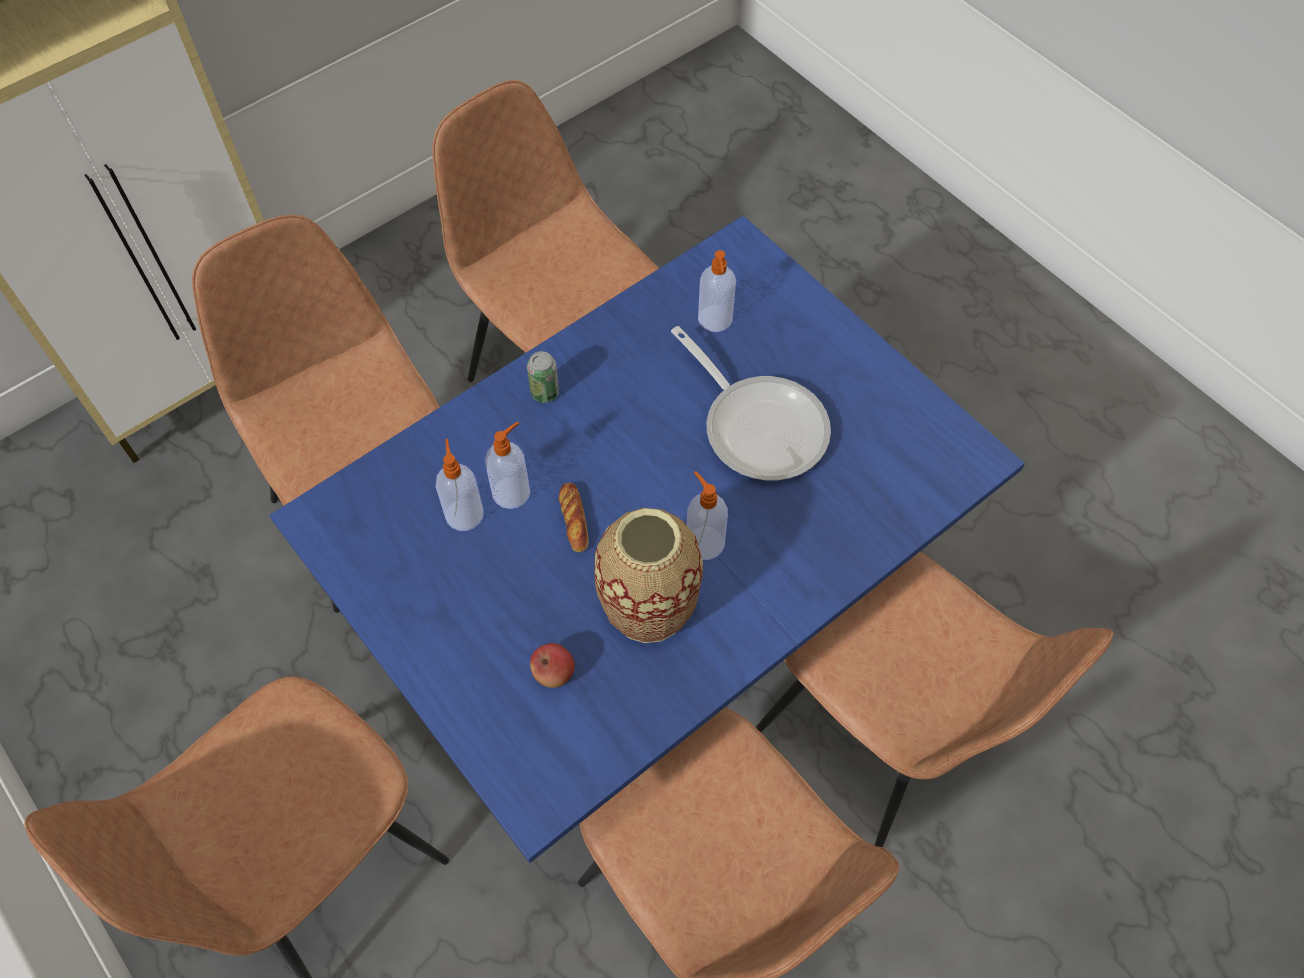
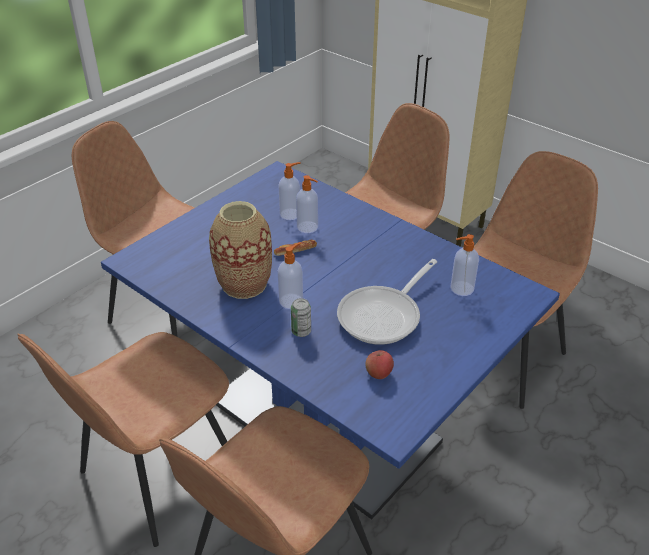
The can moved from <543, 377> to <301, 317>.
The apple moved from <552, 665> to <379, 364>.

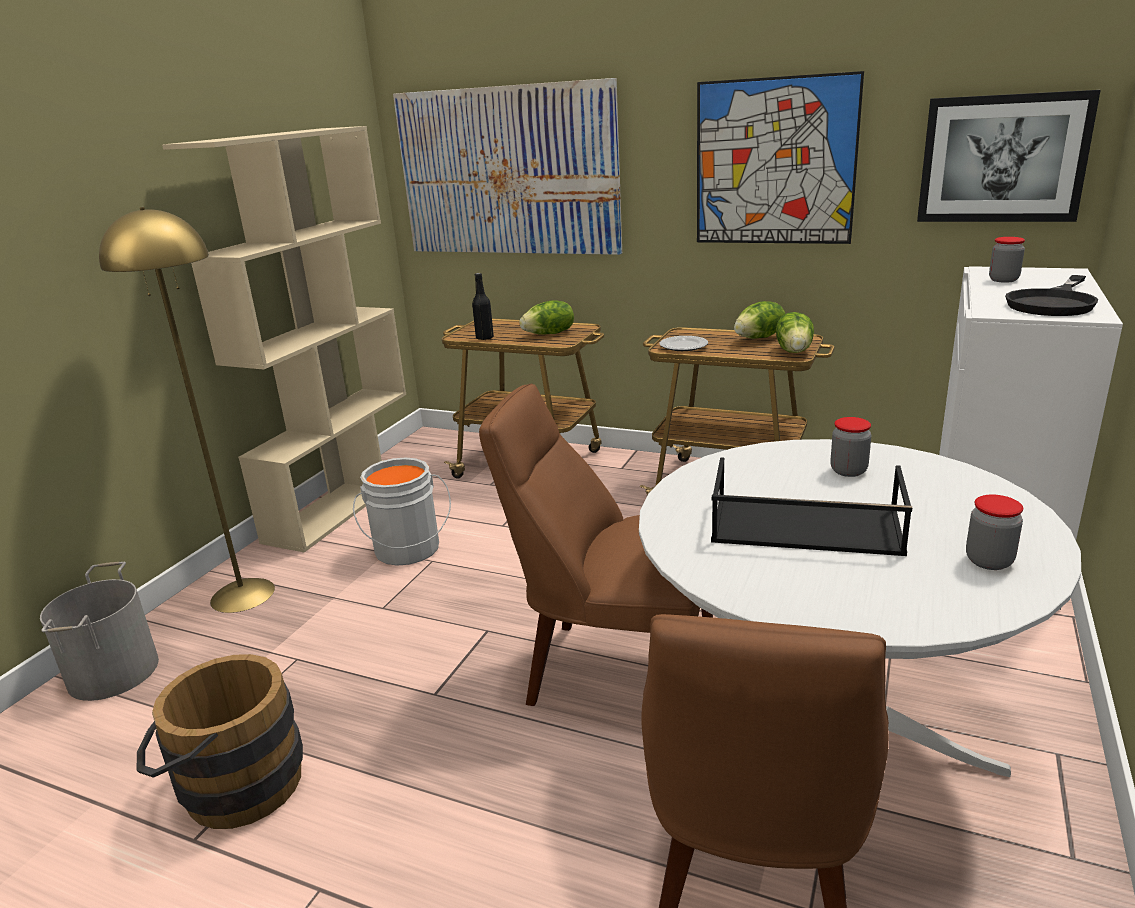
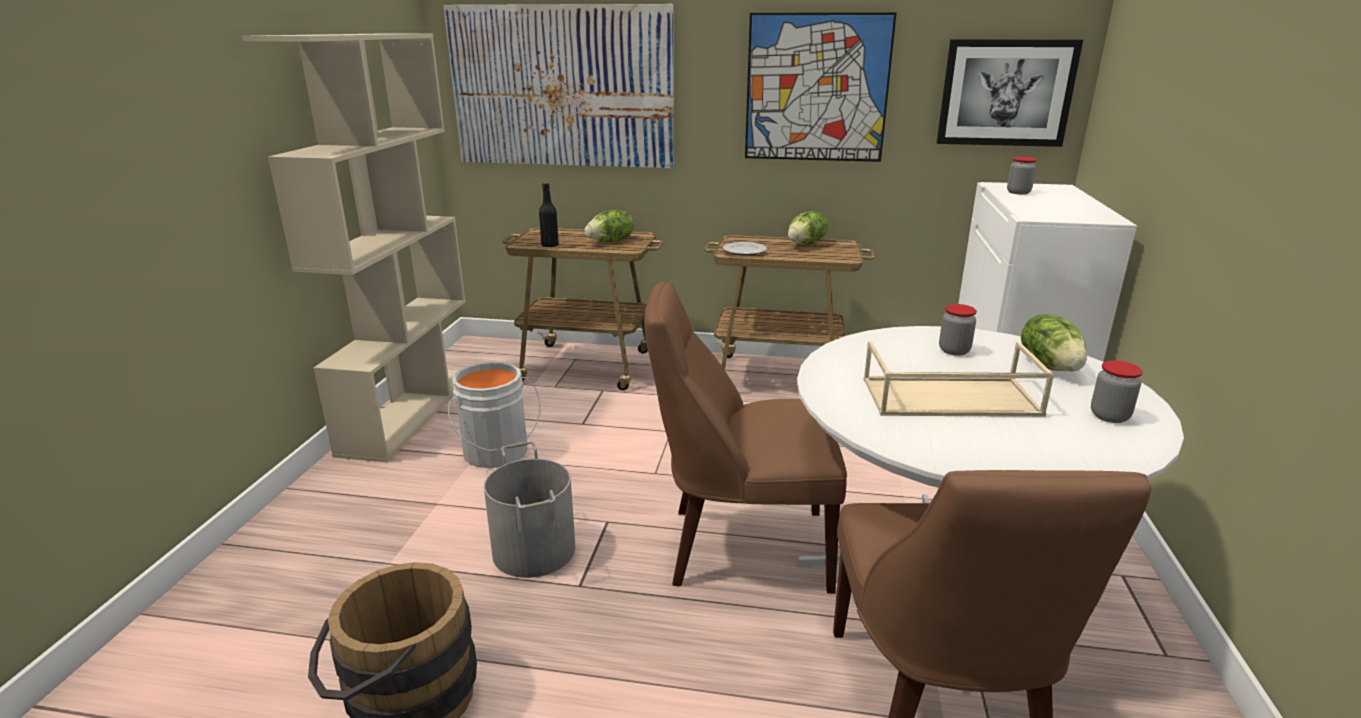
The floor lamp (yellow) at <187, 410> disappeared.
The frying pan (black) at <1051, 295> disappeared.
The lettuce moved from <795, 332> to <1054, 343>.
The tray (black) at <811, 507> became the tray (beige) at <959, 379>.
The bucket (grey) moved from <99, 631> to <529, 510>.

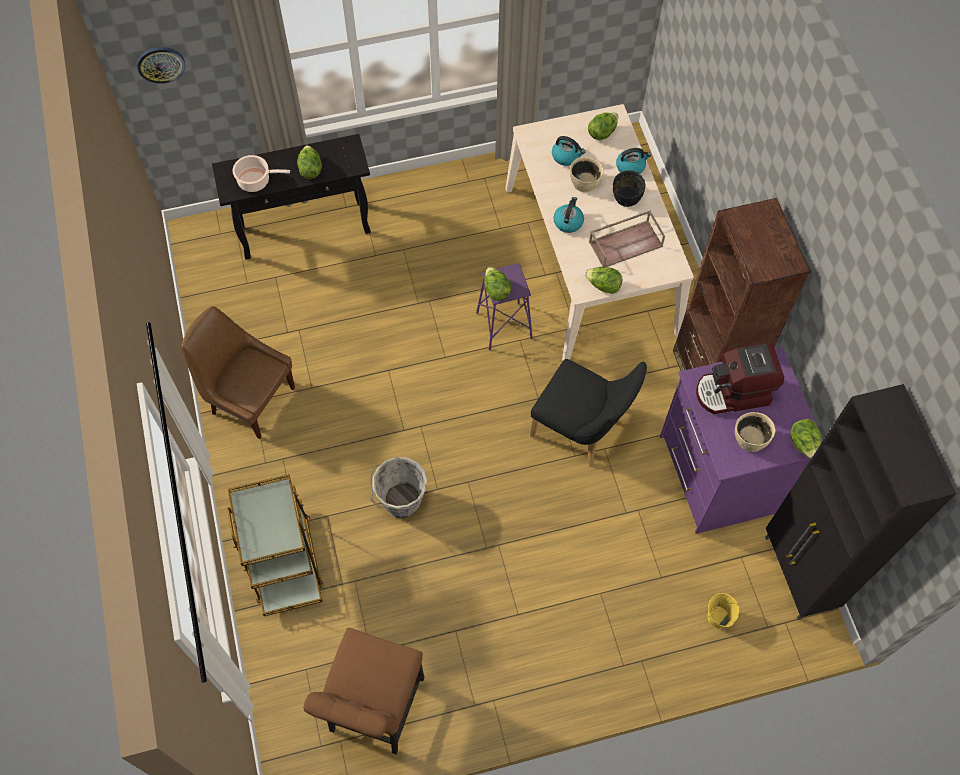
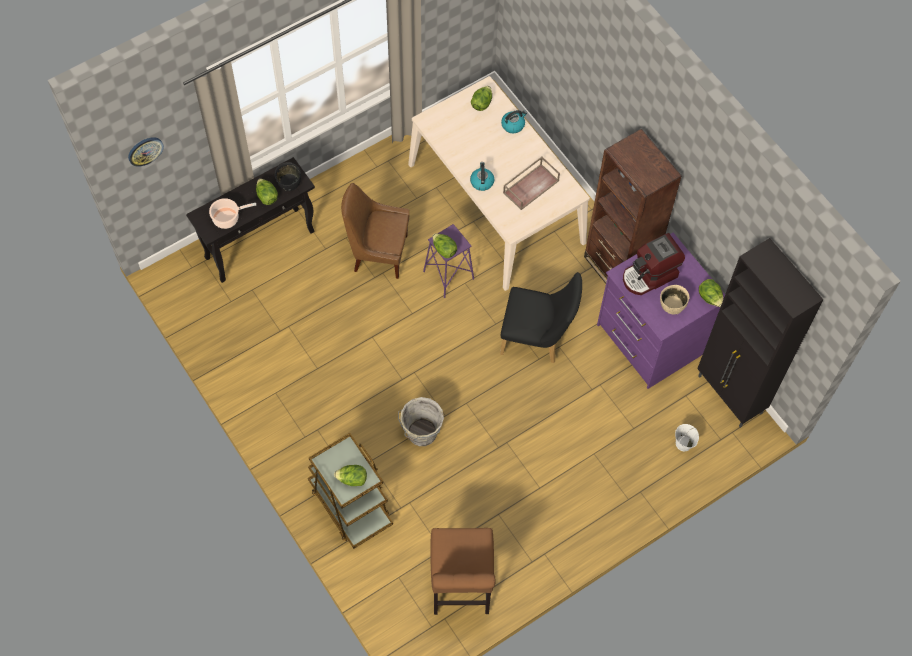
The kettle at <568, 151> disappeared.
The bowl (beige) at <587, 174> disappeared.
The bowl (black) moved from <629, 189> to <288, 176>.
The lettuce moved from <603, 280> to <350, 475>.
The chair (brown) moved from <238, 372> to <375, 231>.
The bucket (yellow) at <723, 610> became the bucket (white) at <687, 437>.

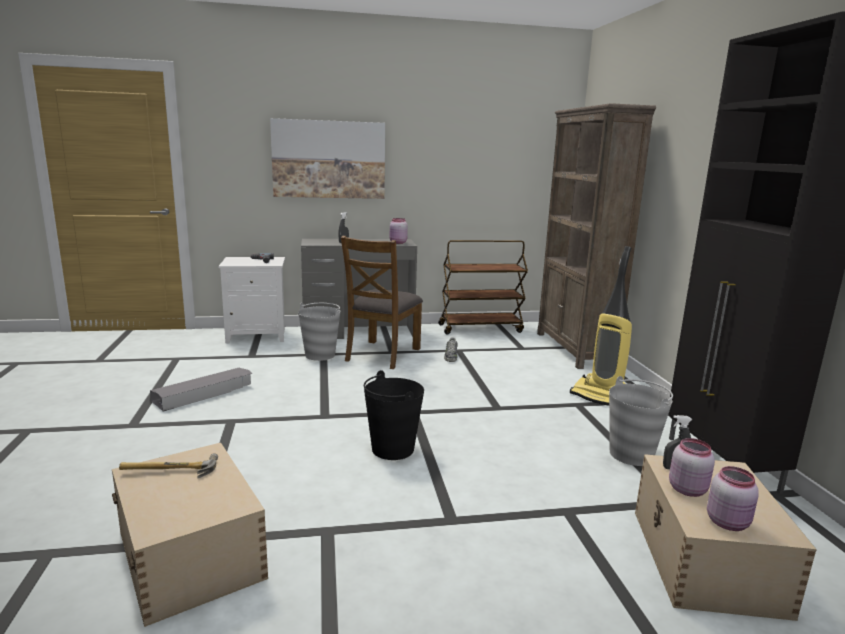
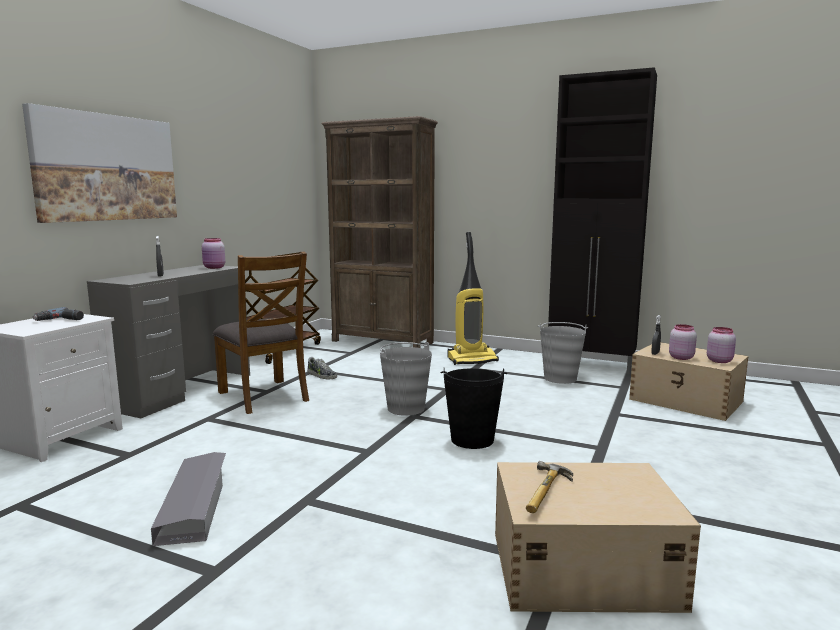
The bucket (grey) moved from <319, 332> to <406, 379>.

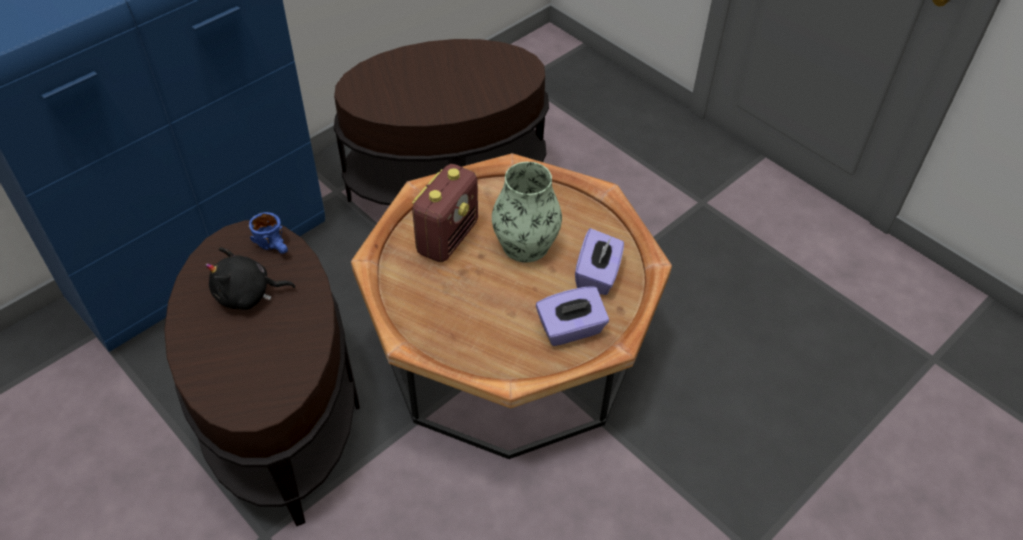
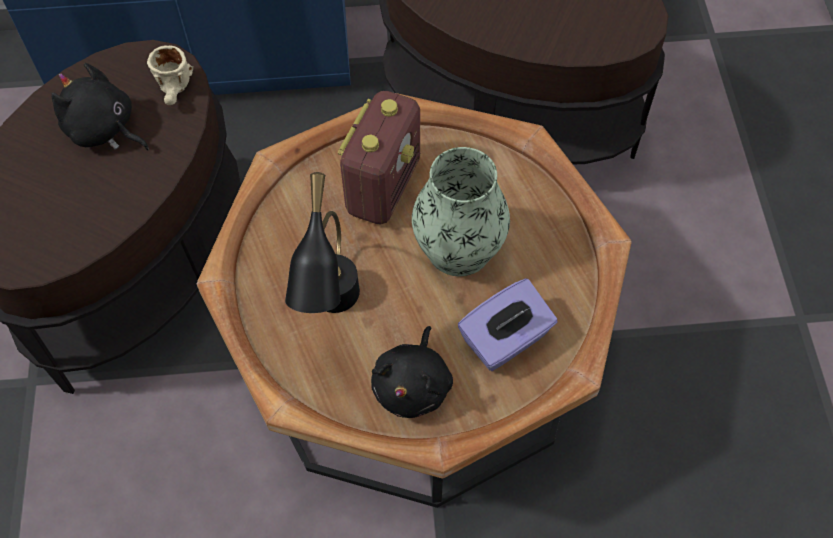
The radio at <445, 213> turned 45 degrees counterclockwise.
The mug (blue) at <268, 233> became the mug (beige) at <170, 75>.
The tissue box (purple) at <572, 316> was replaced by the plush toy (black) at <412, 372>.
The table lamp (black) at <322, 242> appeared.

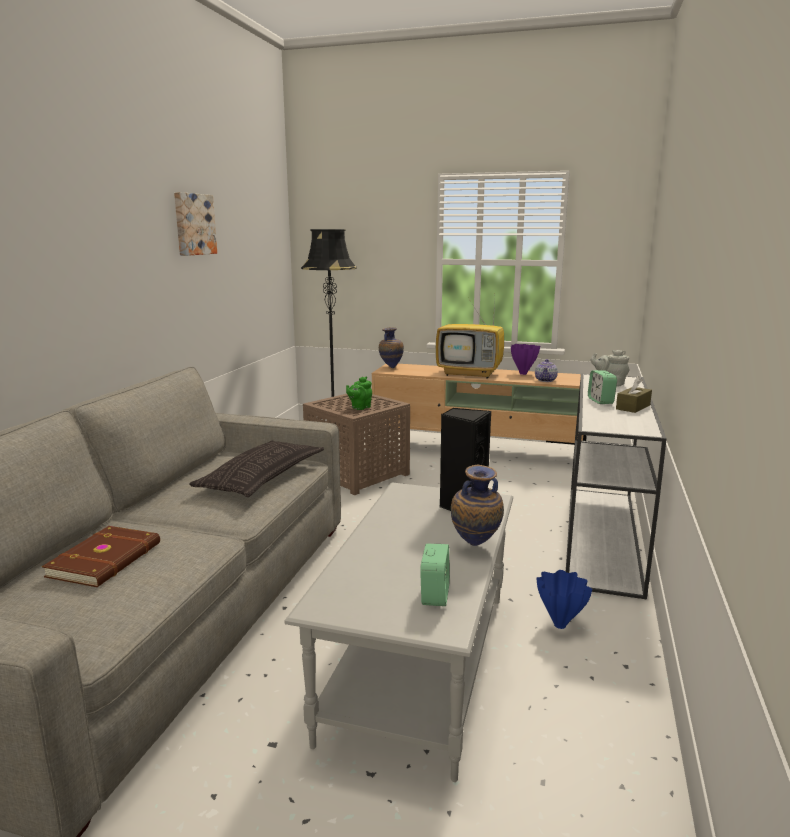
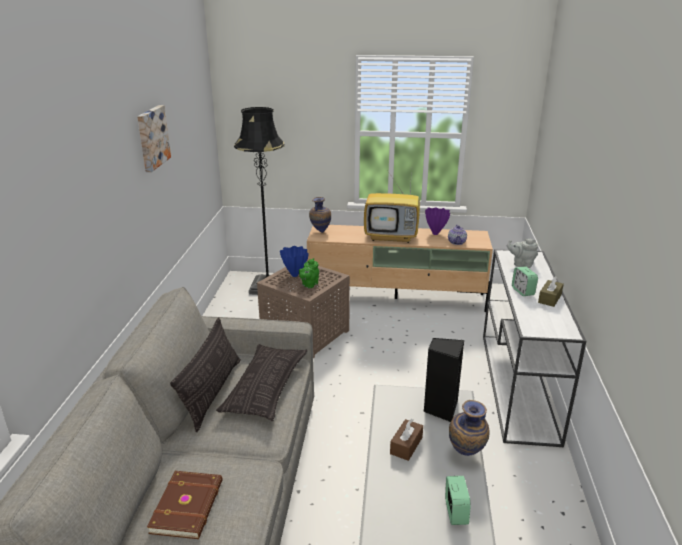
The vase (blue) moved from <564, 599> to <294, 261>.
The pillow at <205, 374> appeared.
The tissue box (brown) at <406, 440> appeared.

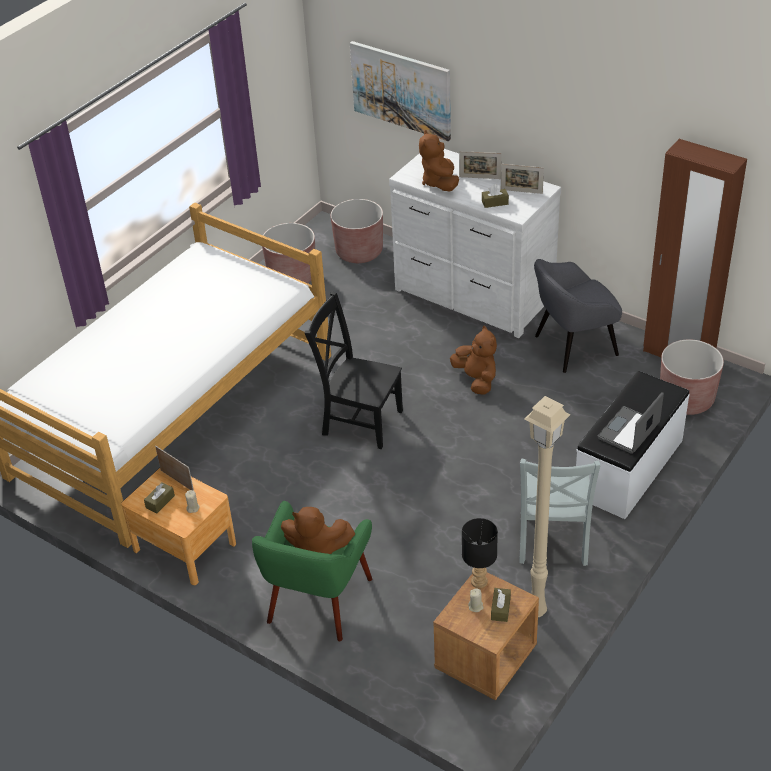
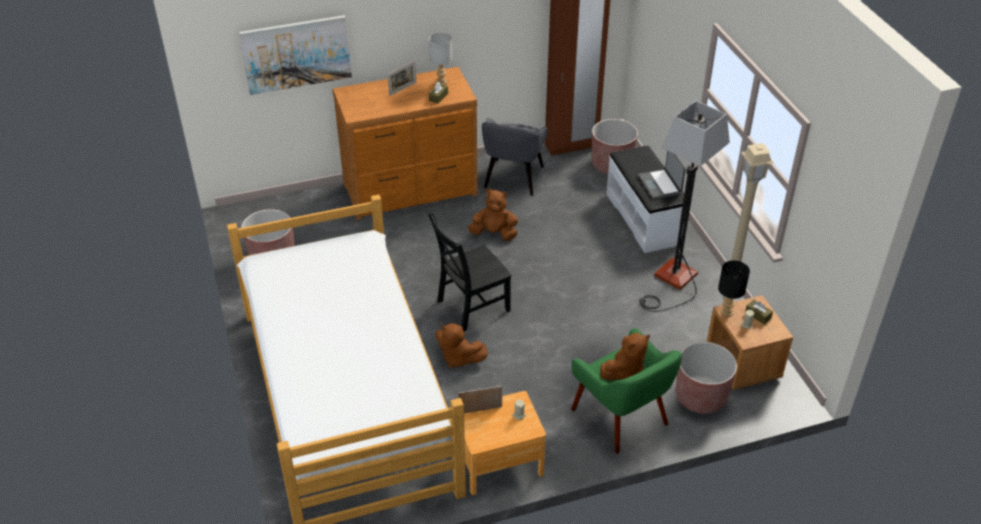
The plush toy (brown) moved from <439, 161> to <461, 345>.
The dresser (white) at <475, 243> became the dresser (brown) at <405, 143>.
The picture frame at <522, 179> was replaced by the table lamp (grey) at <440, 58>.
The planter (brown) moved from <356, 231> to <706, 378>.
The chair (grey) at <560, 512> was replaced by the floor lamp at <684, 206>.
The tissue box (brown) at <159, 497> disappeared.

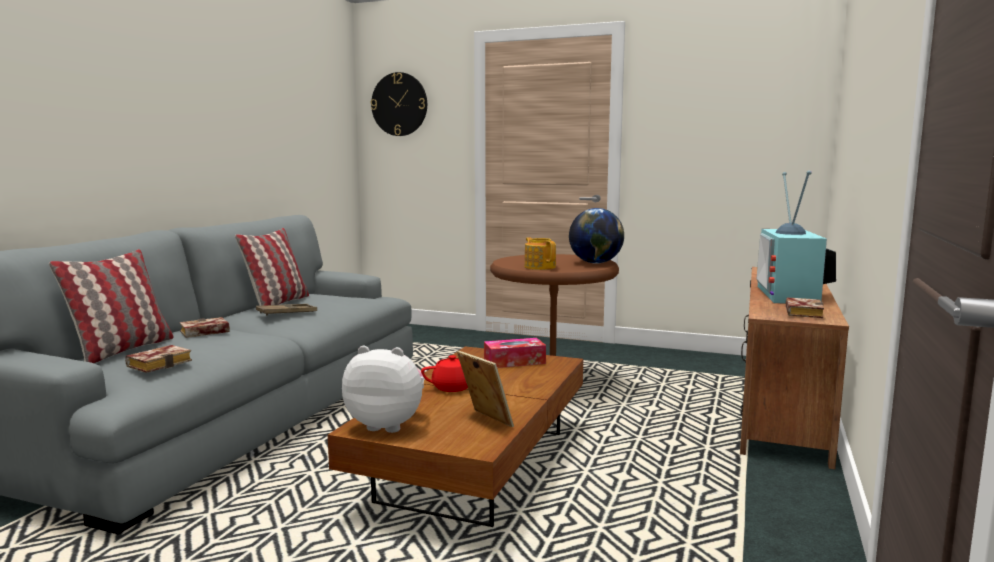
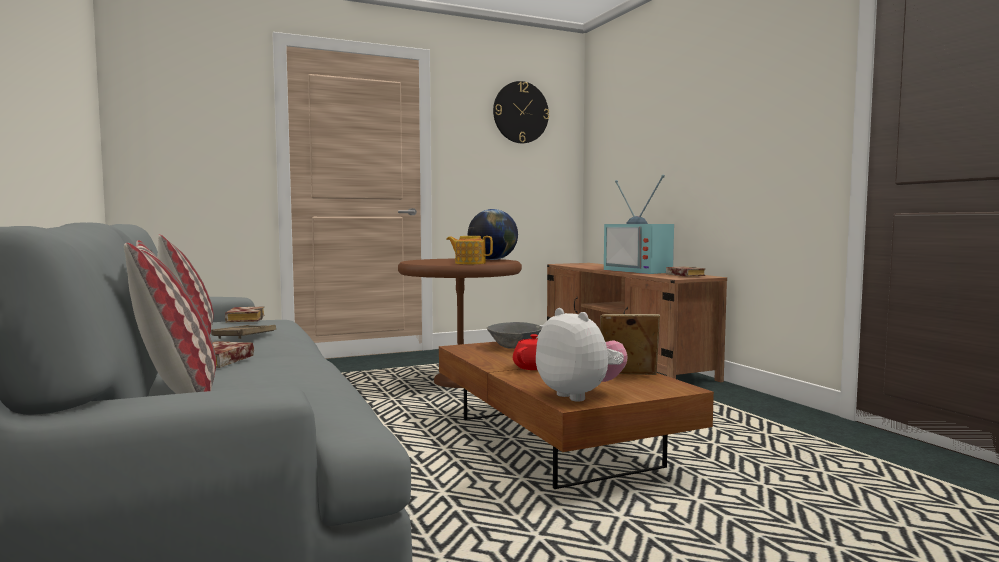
The wall clock moved from <399, 104> to <521, 112>.
The tissue box at <515, 353> was replaced by the bowl (grey) at <514, 335>.
The book moved from <158, 359> to <245, 314>.
The plush toy at <383, 389> turned 90 degrees clockwise.

